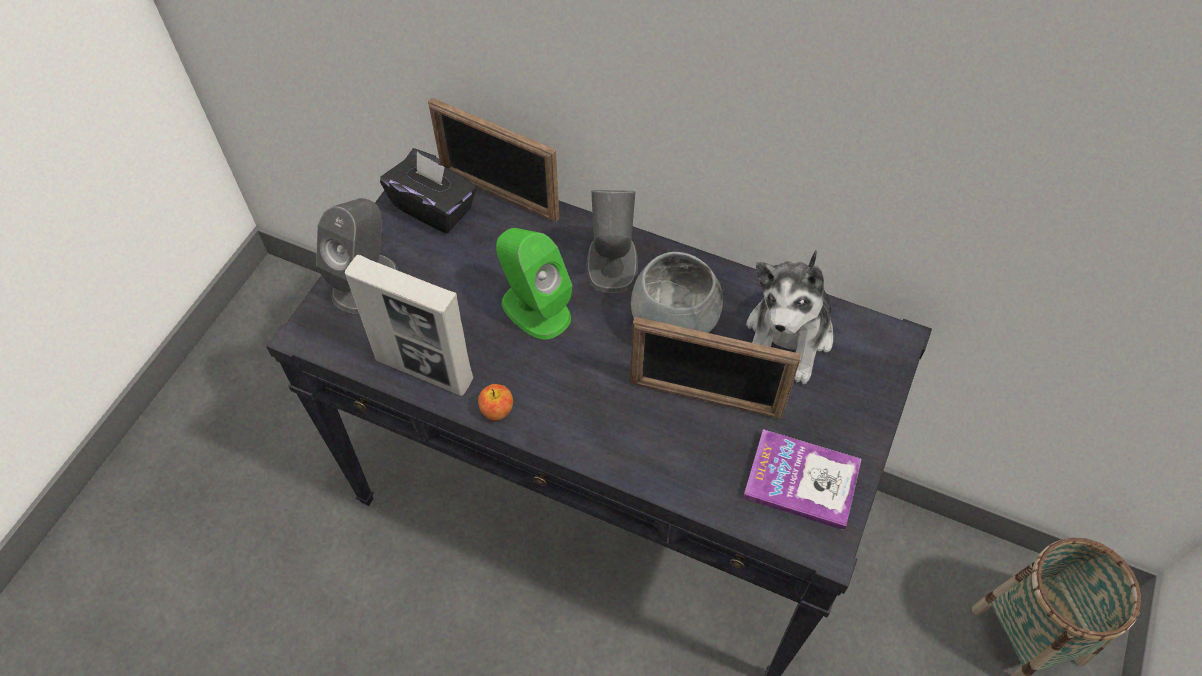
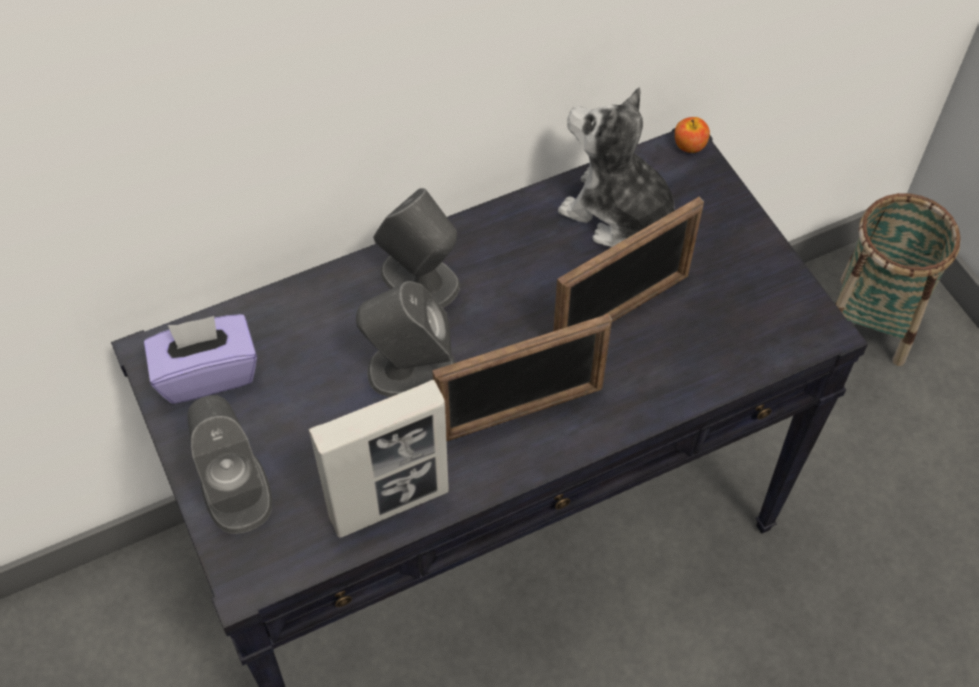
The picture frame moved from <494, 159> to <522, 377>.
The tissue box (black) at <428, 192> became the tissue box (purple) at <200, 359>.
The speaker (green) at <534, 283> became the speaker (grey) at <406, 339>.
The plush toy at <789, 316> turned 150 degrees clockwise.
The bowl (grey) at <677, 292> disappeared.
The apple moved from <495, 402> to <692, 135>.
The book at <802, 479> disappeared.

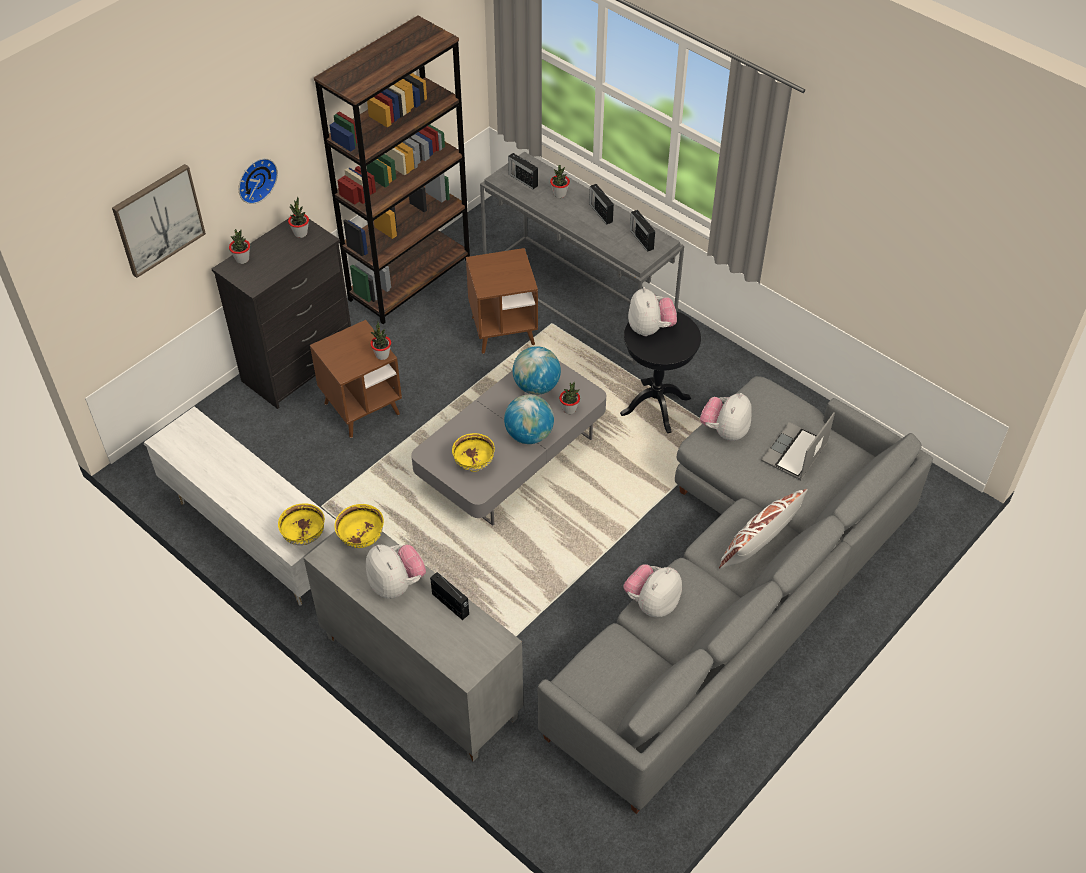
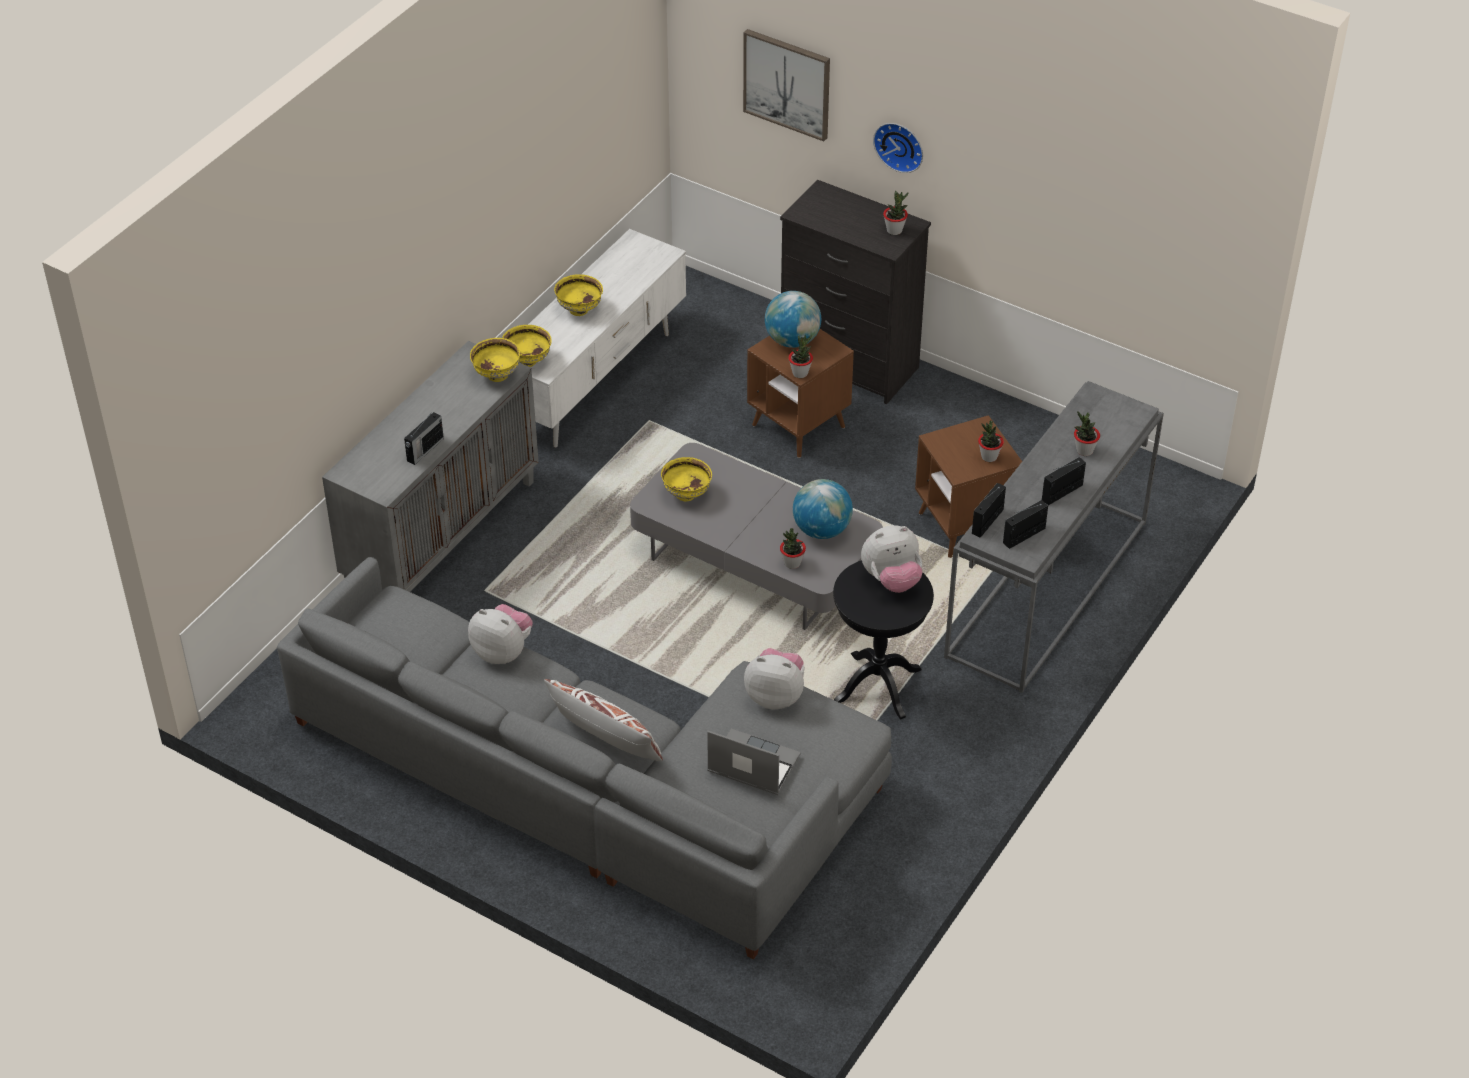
The bookcase (brown) at <392, 170> disappeared.
The radio moved from <523, 171> to <989, 510>.
The potted plant moved from <239, 246> to <991, 441>.
The globe moved from <529, 419> to <793, 319>.
The plush toy at <396, 572> disappeared.
The bowl (yellow) at <578, 295> appeared.

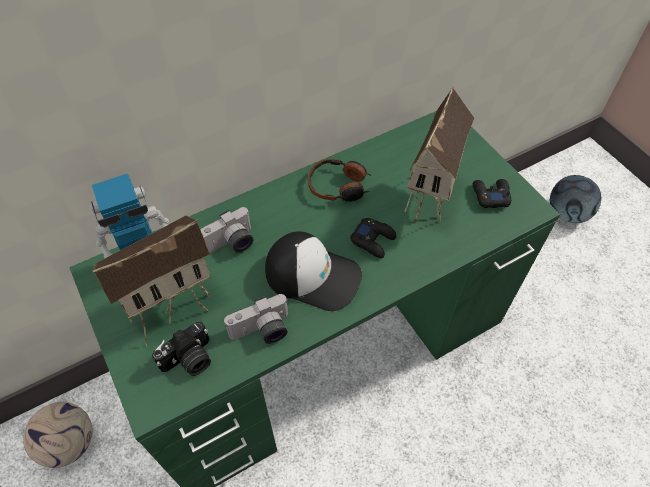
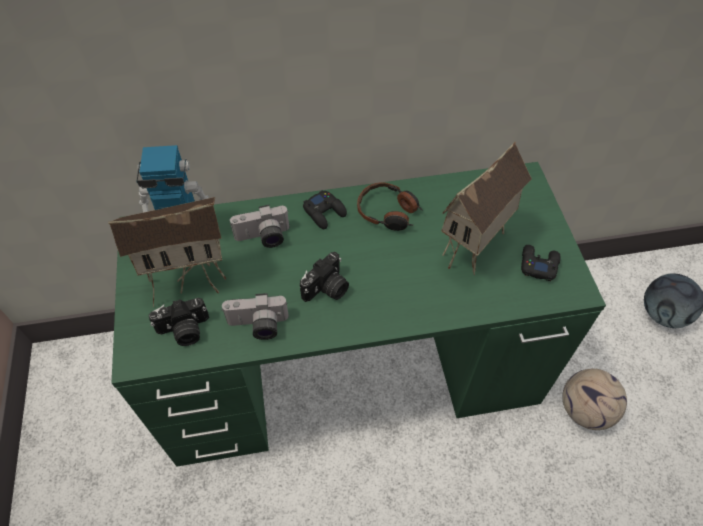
The game controller (black) moved from <373, 238> to <325, 209>.
The cap at <313, 271> was replaced by the photo camera at <324, 277>.
The football moved from <58, 435> to <594, 399>.

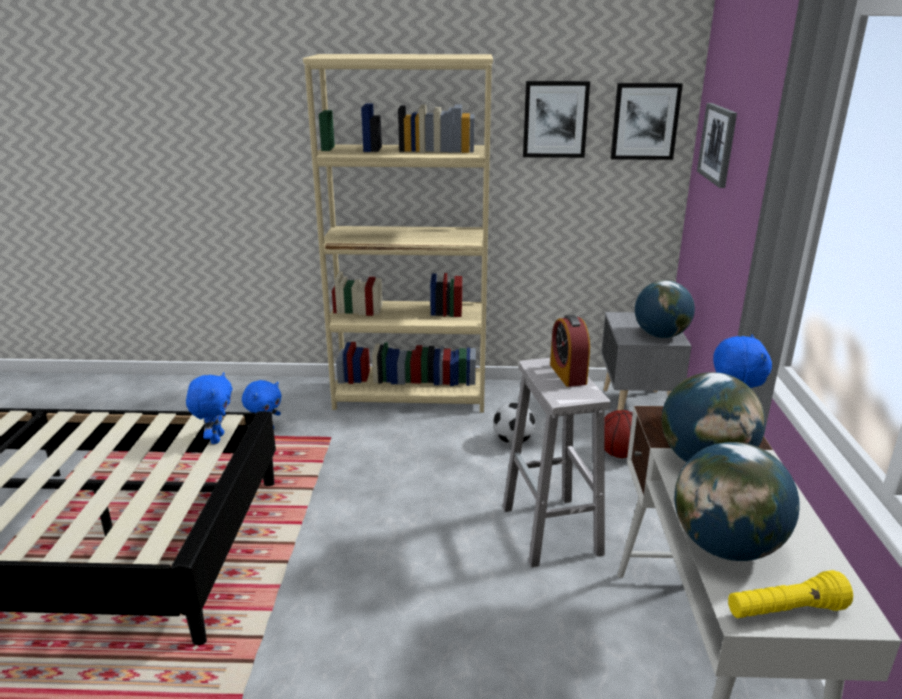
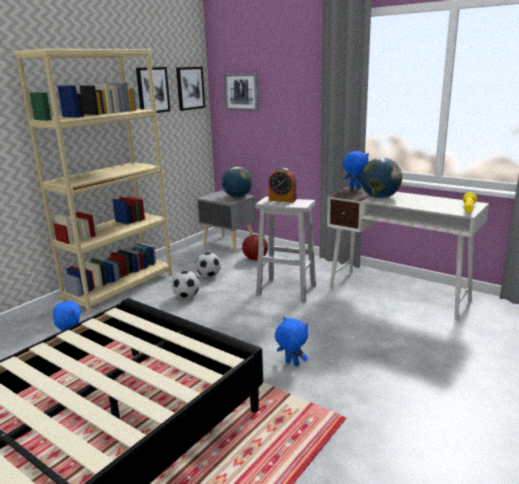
The plush toy (blue) moved from <209, 408> to <292, 341>.
The globe at <737, 501> disappeared.
The football at <186, 284> appeared.

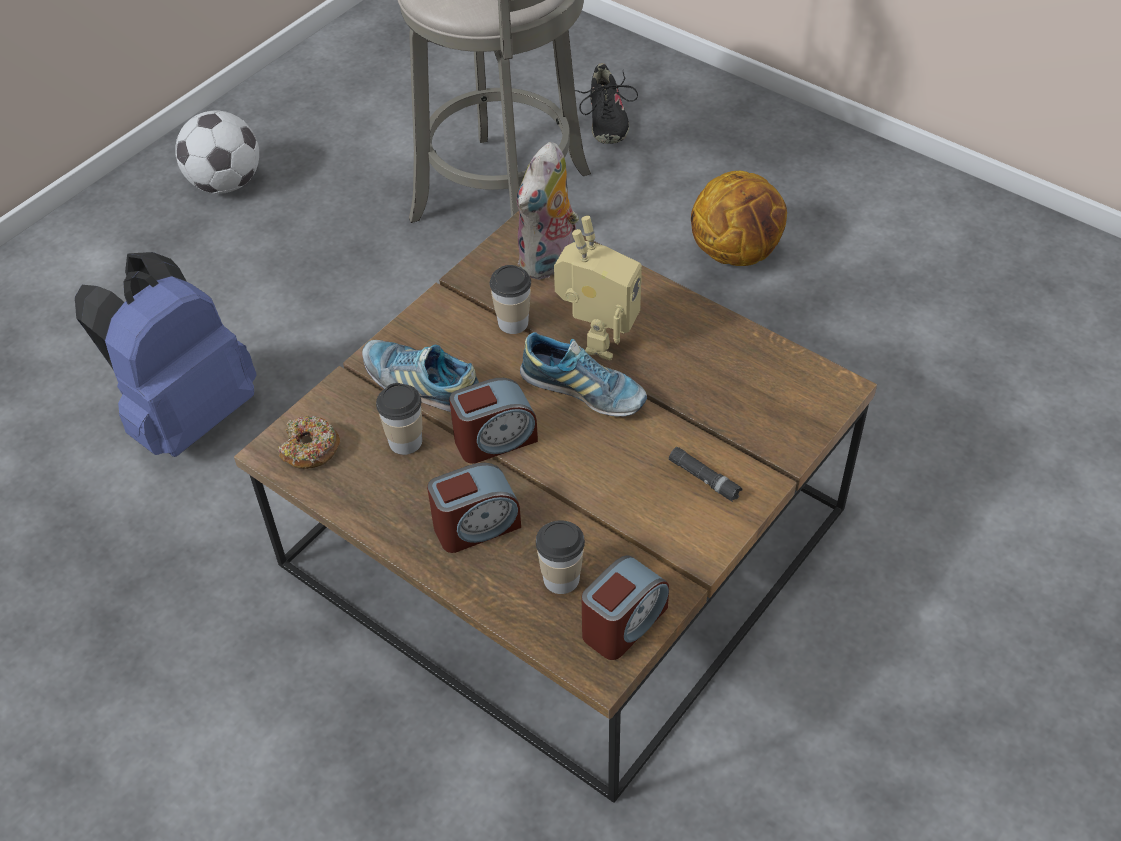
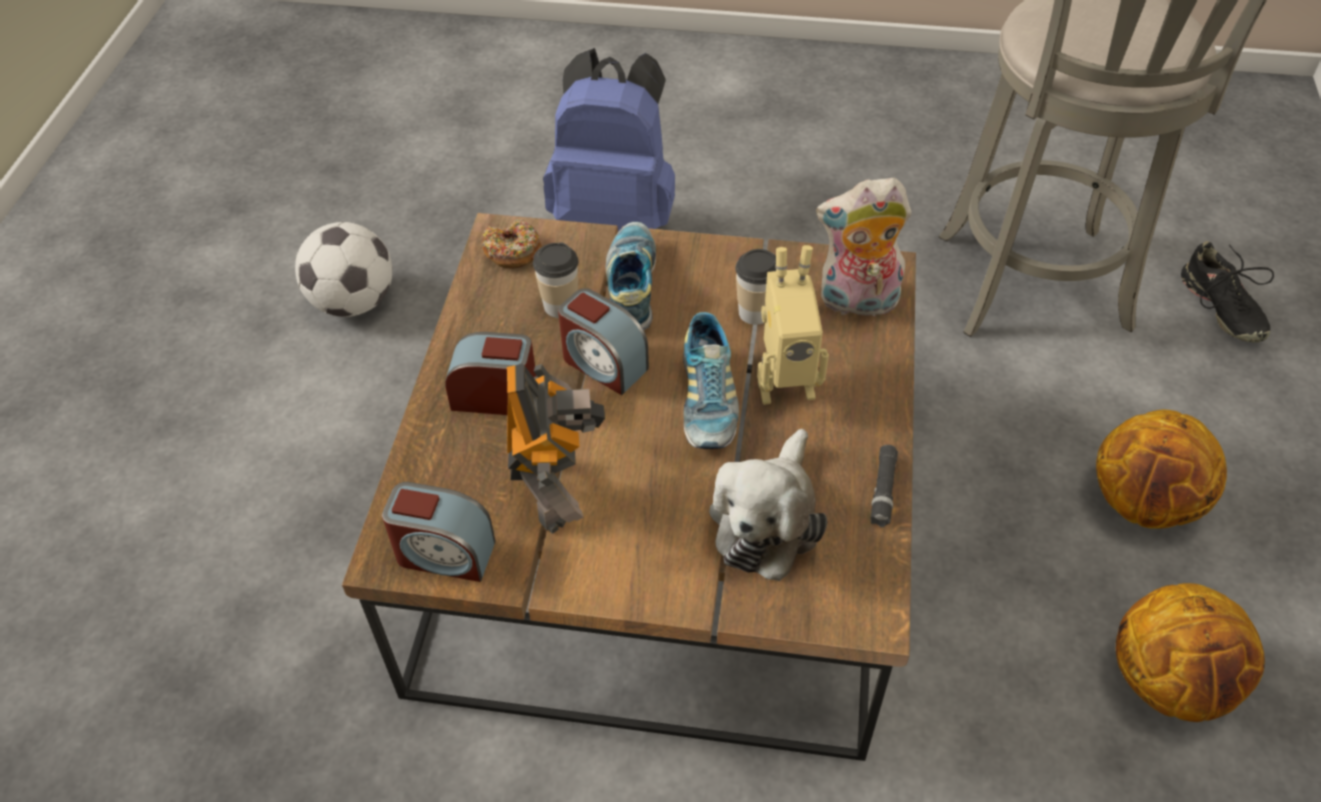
The shoe (black) at <606, 103> turned 75 degrees counterclockwise.
The football moved from <217, 152> to <343, 269>.
The flashlight (black) moved from <705, 474> to <884, 486>.
The alarm clock at <474, 508> turned 150 degrees clockwise.
The cup at <560, 557> disappeared.
The toy robot at <556, 449> appeared.
The plush toy at <768, 505> appeared.
The basketball at <1190, 652> appeared.

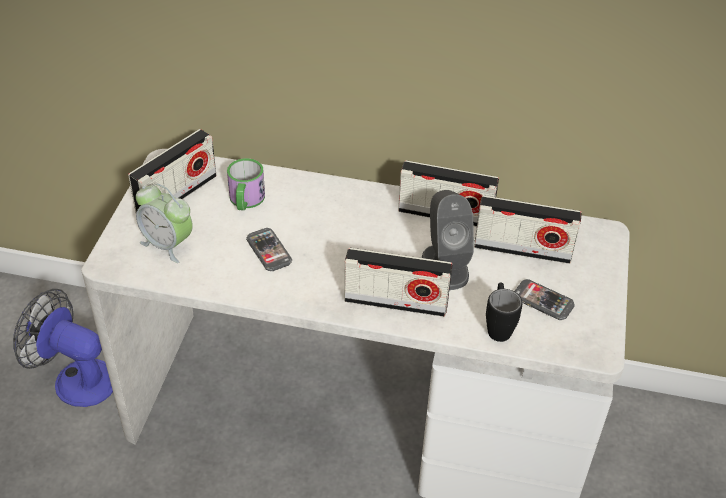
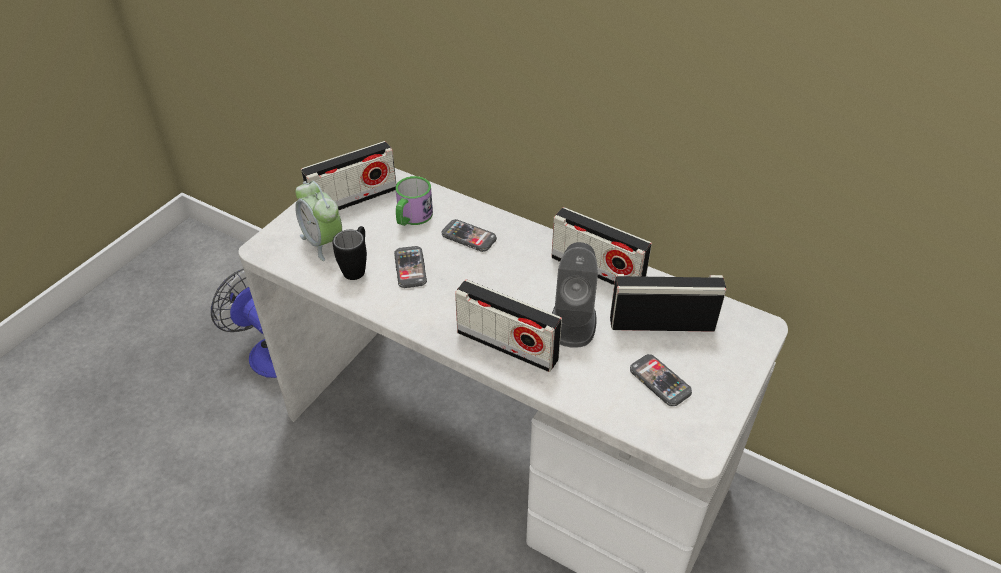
The radio at <528, 229> turned 150 degrees clockwise.
The mug (black) moved from <504, 312> to <349, 253>.
The phone at <469, 235> appeared.

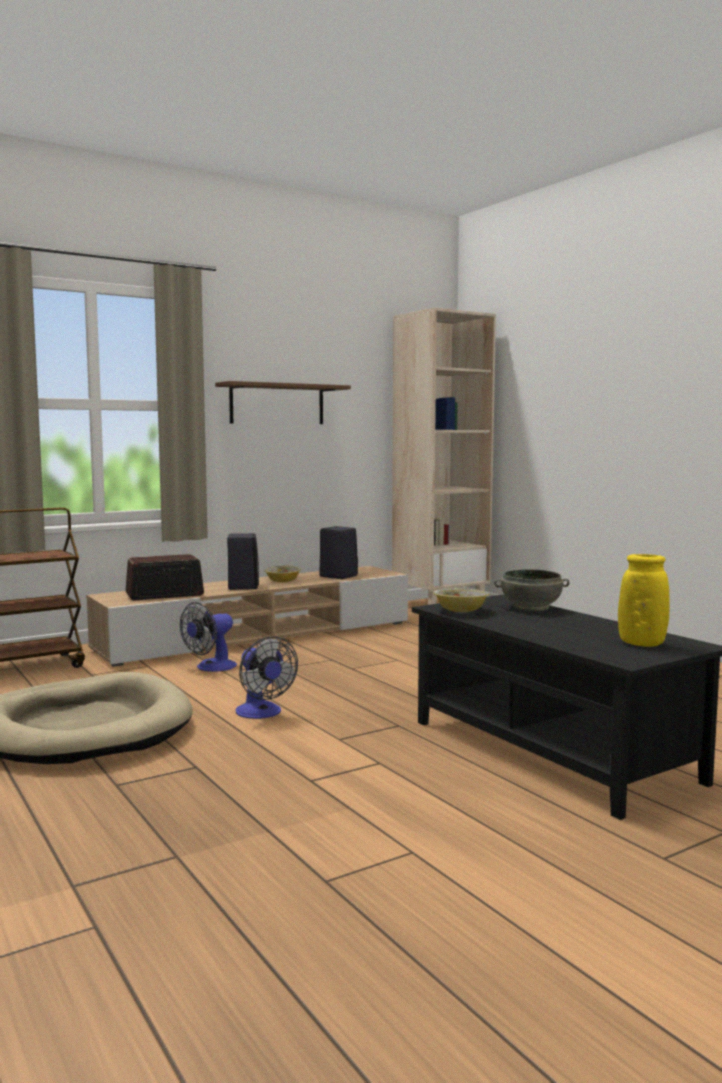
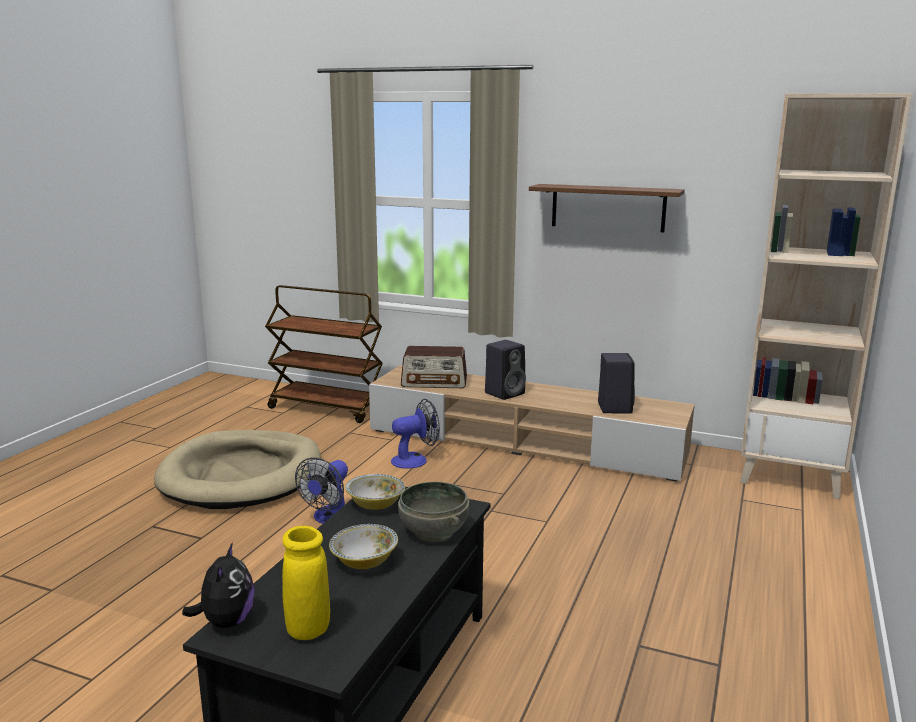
The radio at <165, 577> turned 150 degrees clockwise.
The bowl moved from <282, 574> to <363, 546>.
The fan at <208, 637> turned 150 degrees clockwise.
The plush toy at <218, 585> appeared.

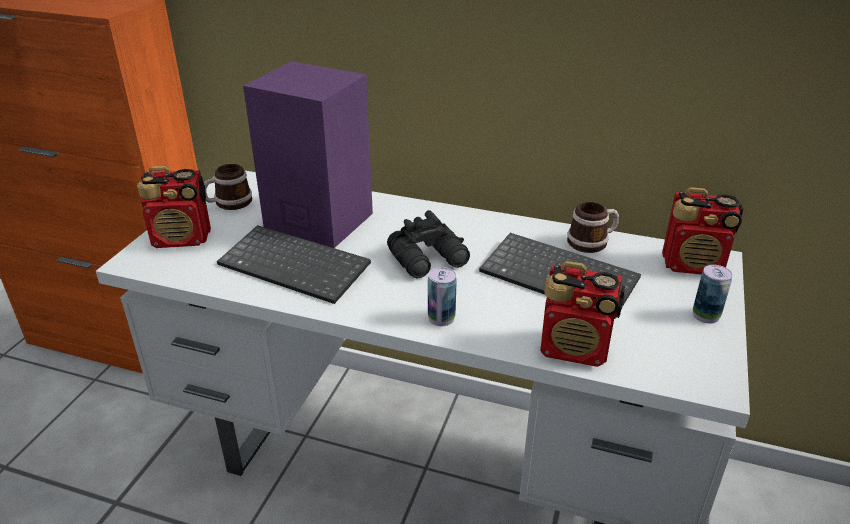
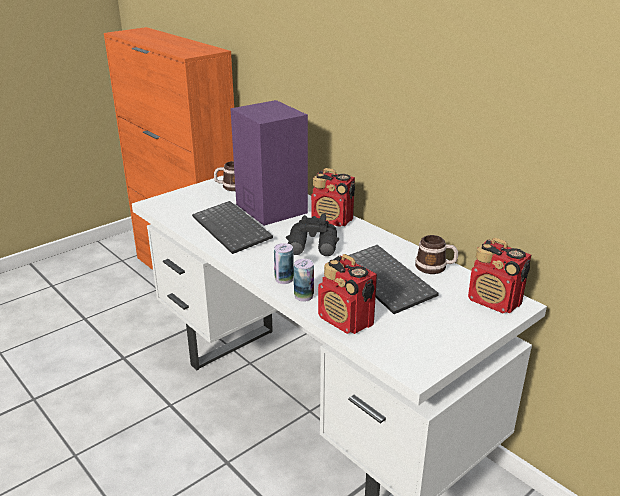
The radio moved from <174, 207> to <333, 197>.
The can moved from <713, 294> to <304, 280>.

